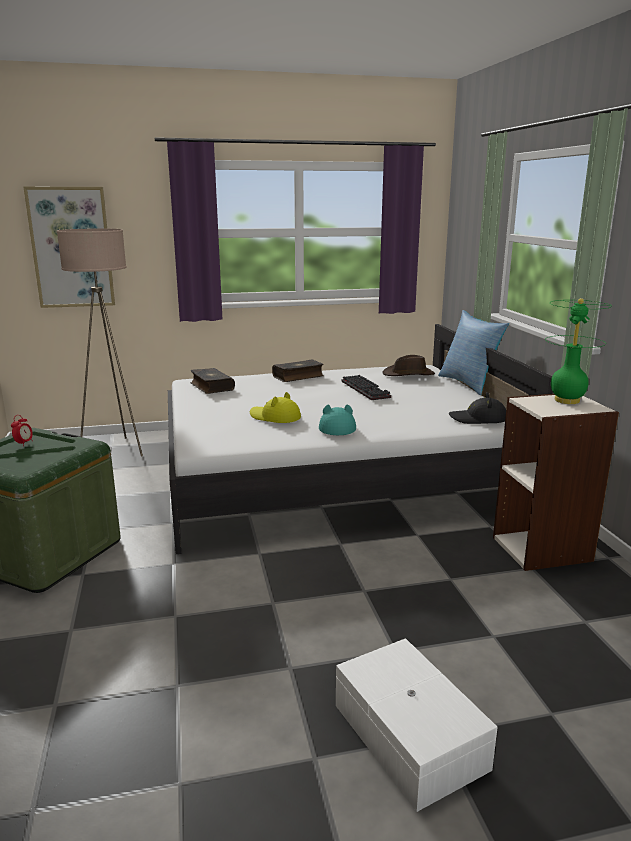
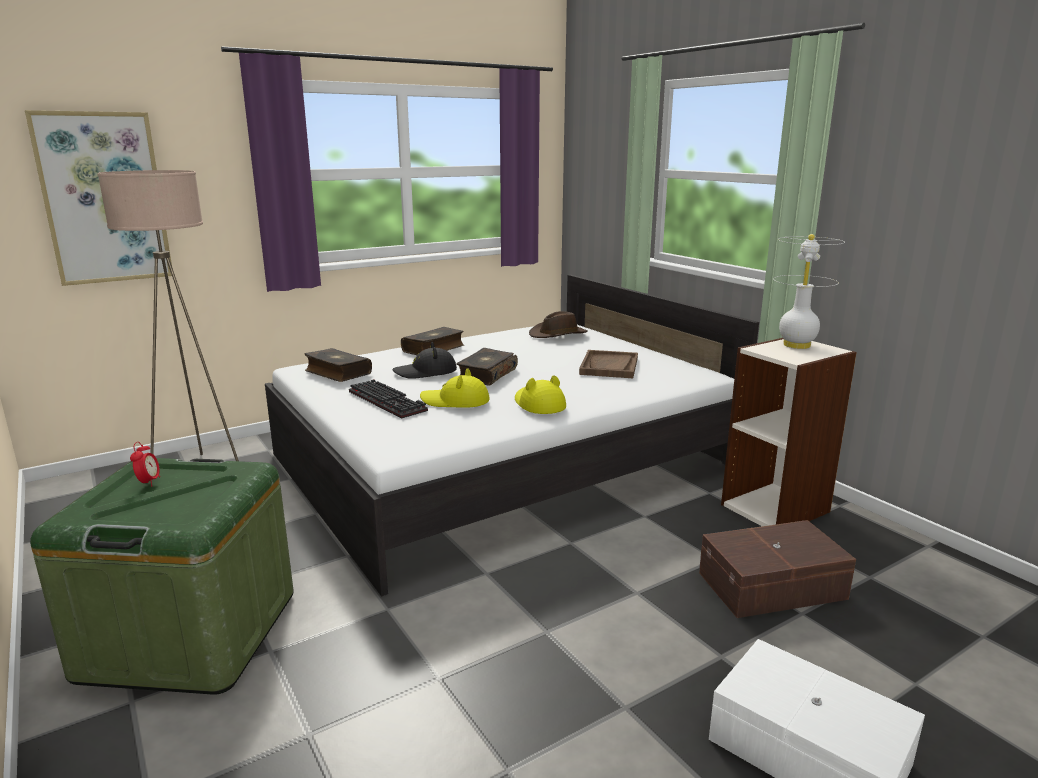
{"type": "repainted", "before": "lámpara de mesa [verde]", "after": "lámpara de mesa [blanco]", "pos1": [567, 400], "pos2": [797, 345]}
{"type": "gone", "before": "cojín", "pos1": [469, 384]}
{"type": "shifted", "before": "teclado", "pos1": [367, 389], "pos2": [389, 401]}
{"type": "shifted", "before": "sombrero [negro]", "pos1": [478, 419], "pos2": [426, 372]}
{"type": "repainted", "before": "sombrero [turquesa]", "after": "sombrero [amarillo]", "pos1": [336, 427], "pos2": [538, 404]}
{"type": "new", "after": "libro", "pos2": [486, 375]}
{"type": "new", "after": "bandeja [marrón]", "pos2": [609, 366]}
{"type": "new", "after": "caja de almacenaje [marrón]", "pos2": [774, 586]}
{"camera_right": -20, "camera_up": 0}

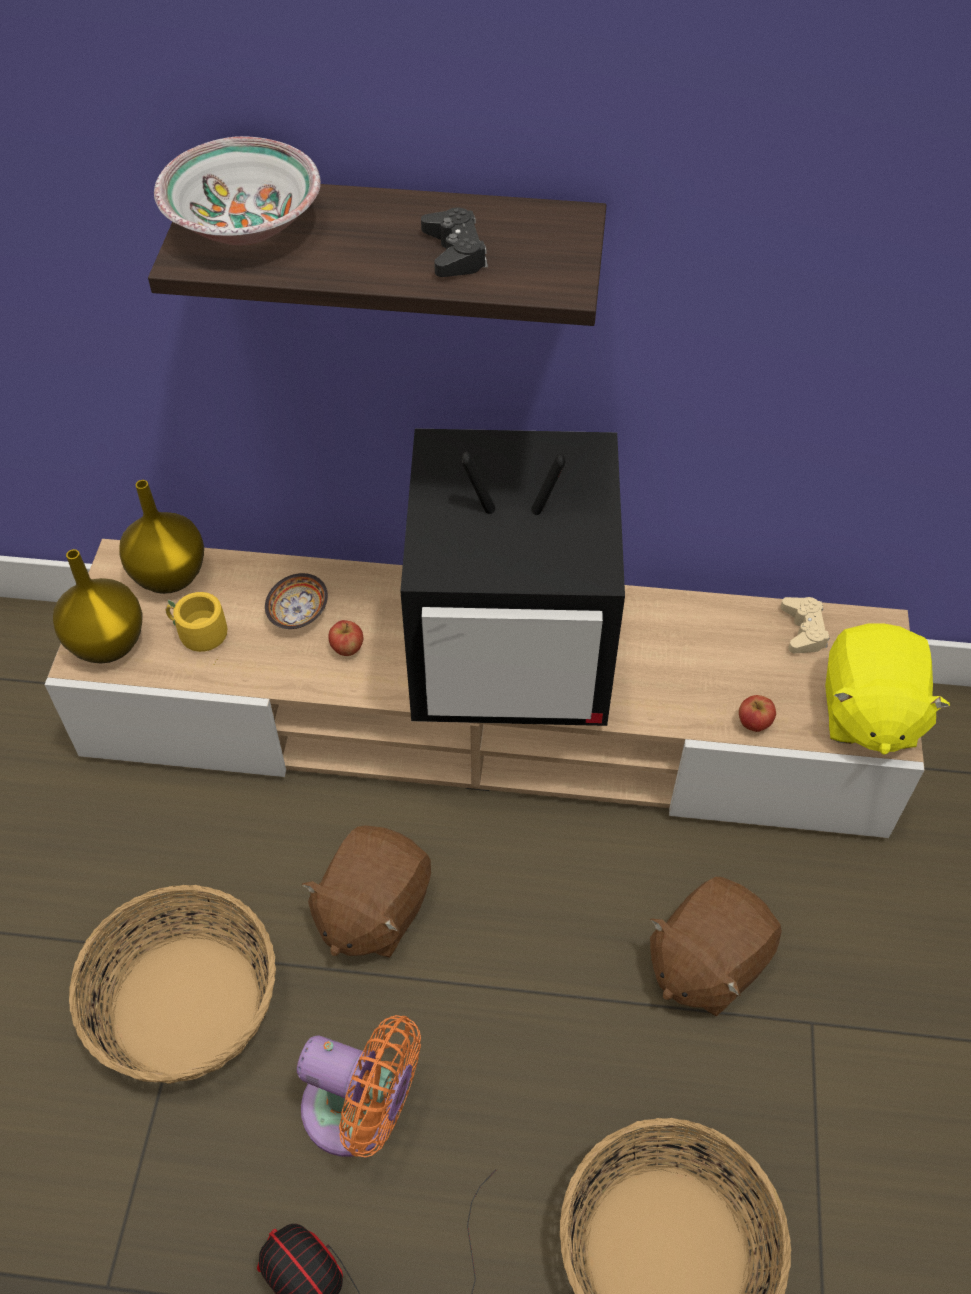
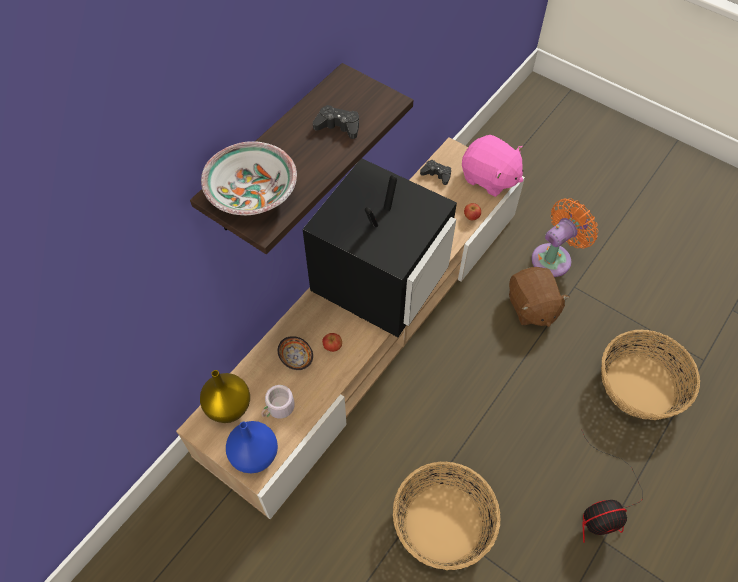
{"type": "repainted", "before": "florero [amarillo]", "after": "florero [azul]", "pos1": [109, 645], "pos2": [256, 455]}
{"type": "repainted", "before": "taza grande [amarillo]", "after": "taza grande [gris]", "pos1": [197, 635], "pos2": [279, 410]}
{"type": "repainted", "before": "mando de consola [beis]", "after": "mando de consola [negro]", "pos1": [803, 630], "pos2": [436, 174]}
{"type": "repainted", "before": "peluche [amarillo]", "after": "peluche [rosa]", "pos1": [867, 713], "pos2": [489, 178]}
{"type": "gone", "before": "peluche [marrón]", "pos1": [372, 910]}
{"type": "shifted", "before": "ventilador [naranja]", "pos1": [360, 1111], "pos2": [554, 258]}
{"camera_right": -60, "camera_up": 5}

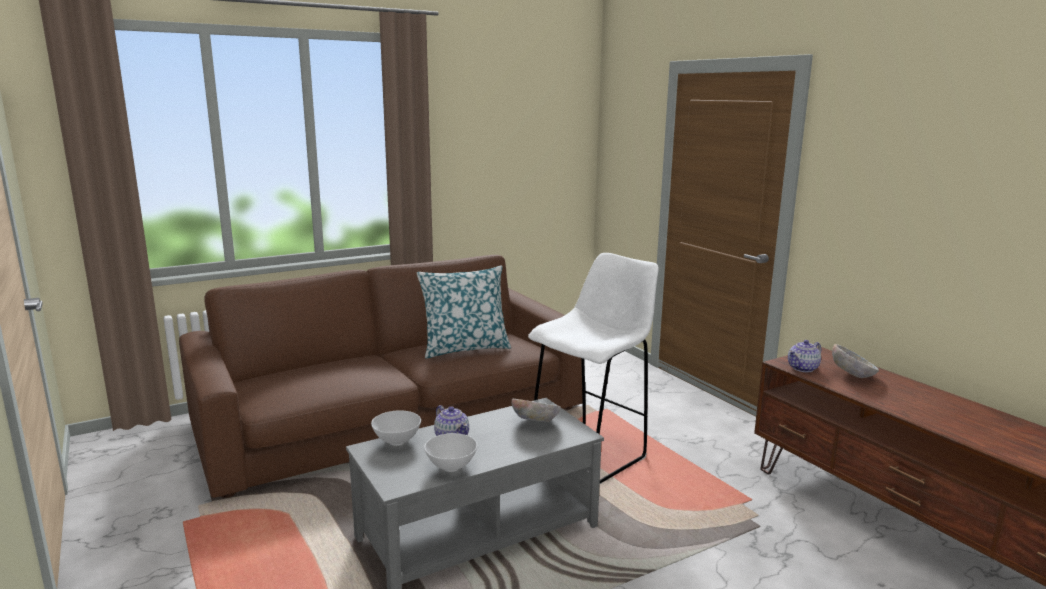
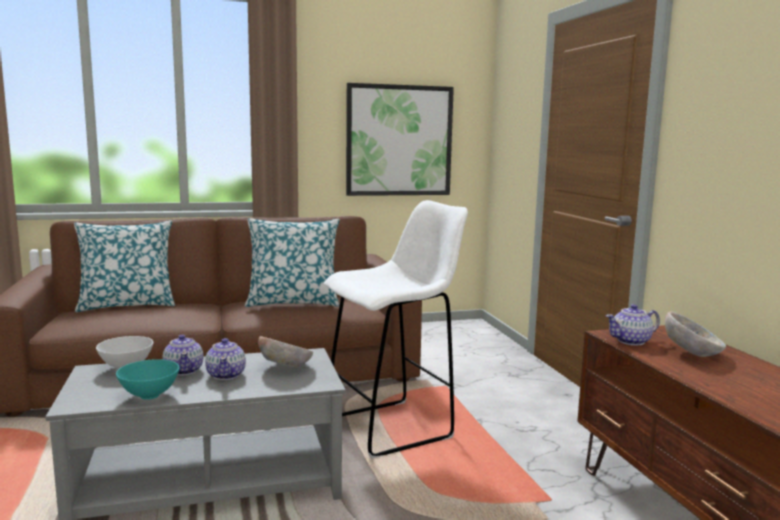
{"type": "repainted", "before": "cuenco [blanco]", "after": "cuenco [turquesa]", "pos1": [452, 467], "pos2": [150, 395]}
{"type": "new", "after": "cuadro", "pos2": [399, 140]}
{"type": "new", "after": "cojín", "pos2": [127, 305]}
{"type": "new", "after": "tetera", "pos2": [226, 375]}
{"camera_right": 15, "camera_up": -5}

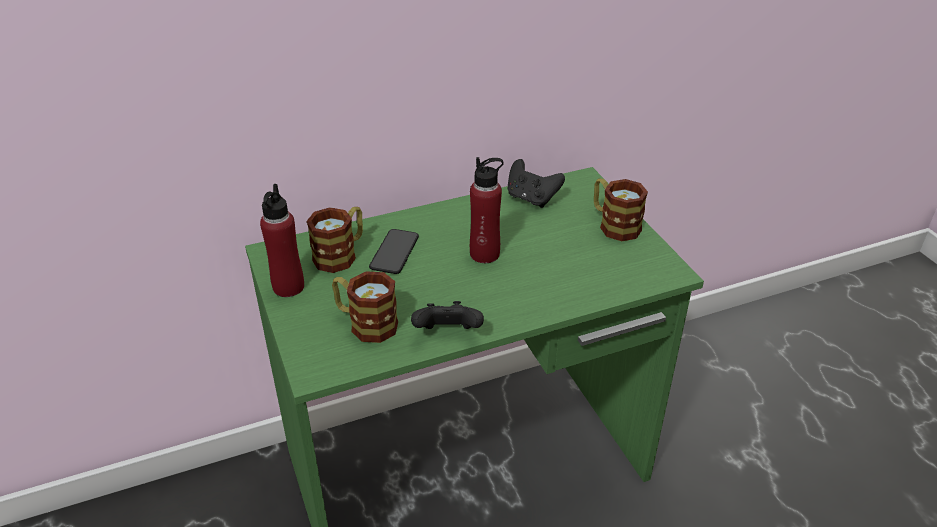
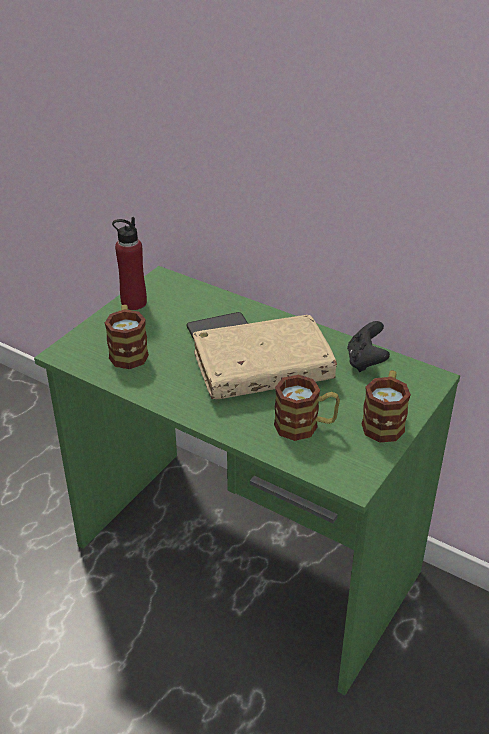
{"type": "swapped", "before": "botella [rojo]", "after": "libro [beis]", "pos1": [485, 254], "pos2": [263, 369]}
{"type": "shifted", "before": "taza grande", "pos1": [341, 254], "pos2": [305, 426]}
{"type": "gone", "before": "mando de consola [negro]", "pos1": [448, 334]}
{"camera_right": 55, "camera_up": 0}

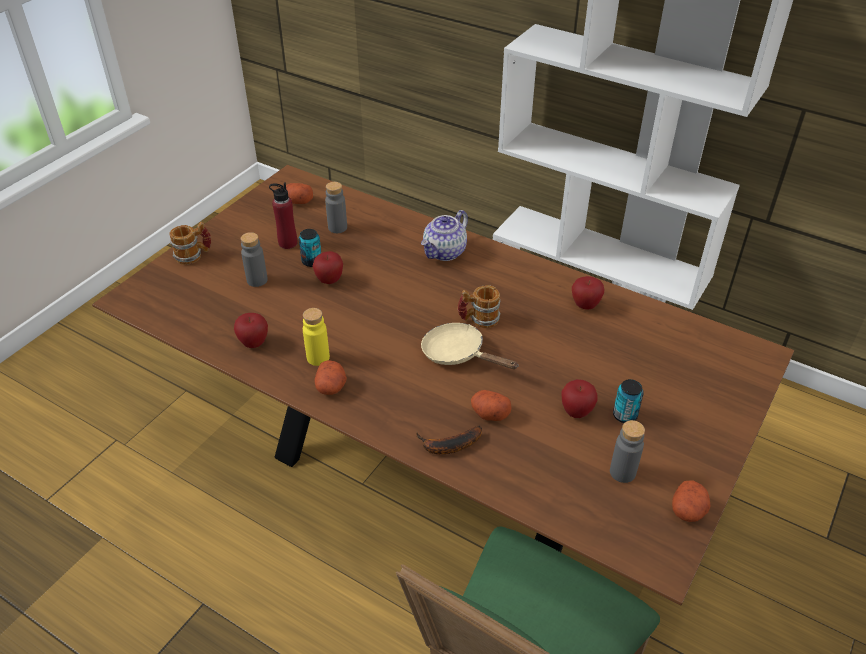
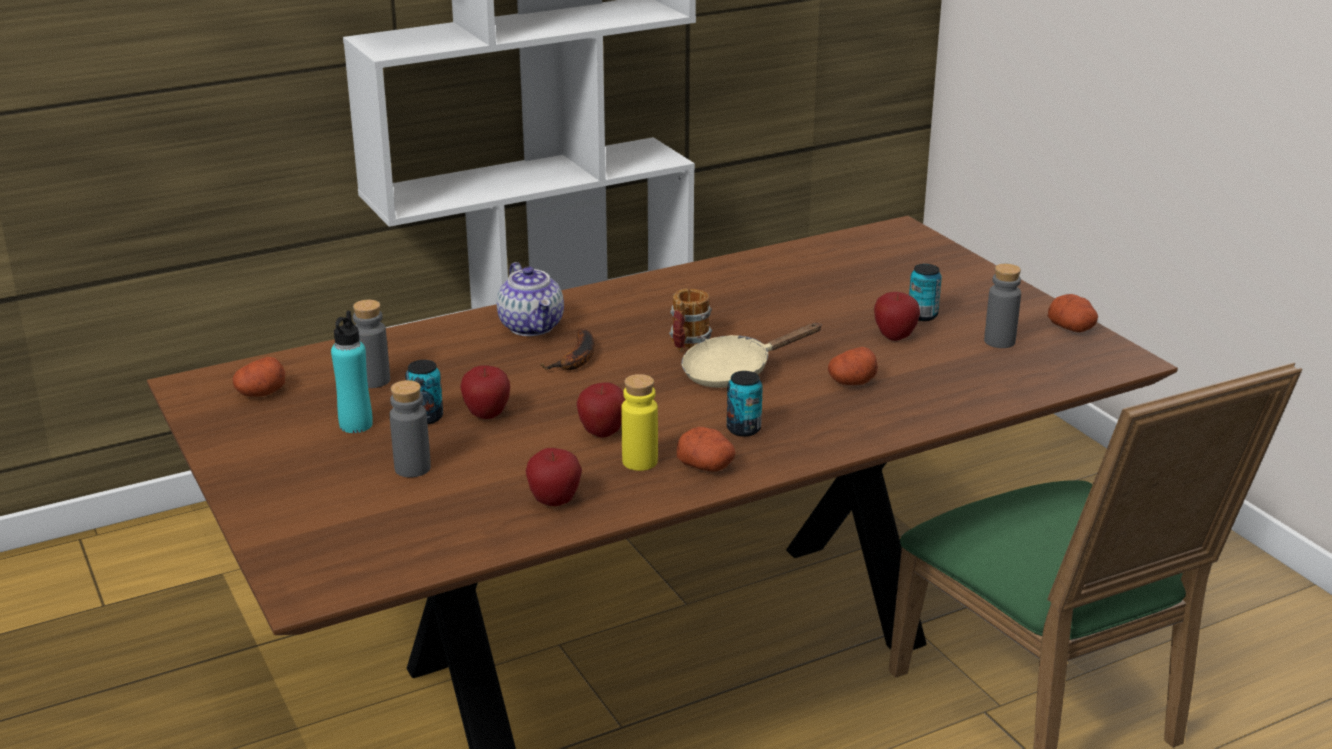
{"type": "repainted", "before": "botella [rojo]", "after": "botella [turquesa]", "pos1": [287, 243], "pos2": [356, 425]}
{"type": "gone", "before": "taza grande", "pos1": [194, 255]}
{"type": "shifted", "before": "manzana", "pos1": [585, 305], "pos2": [602, 433]}
{"type": "shifted", "before": "plátano", "pos1": [448, 446], "pos2": [577, 359]}
{"type": "new", "after": "lata", "pos2": [743, 429]}
{"camera_right": -60, "camera_up": -15}

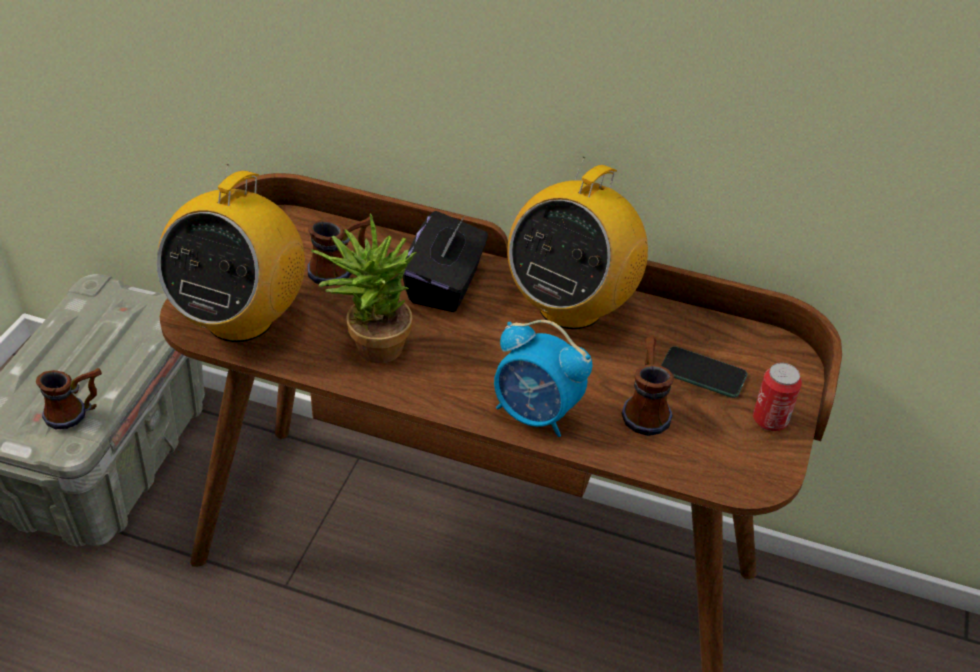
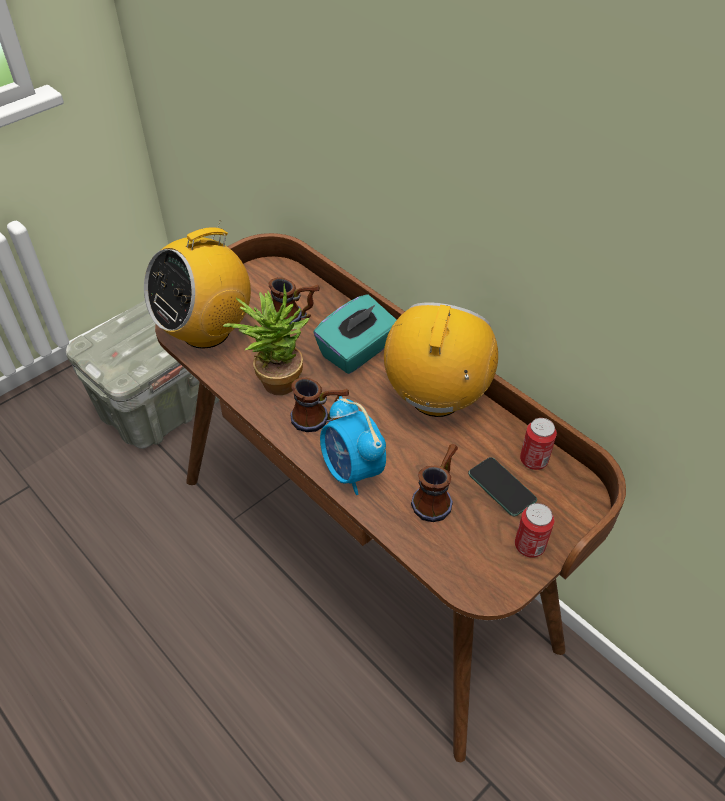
{"type": "rotated", "before": "radio", "pos1": [570, 306], "pos2": [436, 398], "turn": 135}
{"type": "repainted", "before": "caja de pañuelos [negro]", "after": "caja de pañuelos [turquesa]", "pos1": [445, 285], "pos2": [357, 352]}
{"type": "shifted", "before": "taza grande", "pos1": [77, 412], "pos2": [319, 420]}
{"type": "new", "after": "lata", "pos2": [533, 460]}
{"camera_right": 30, "camera_up": 5}

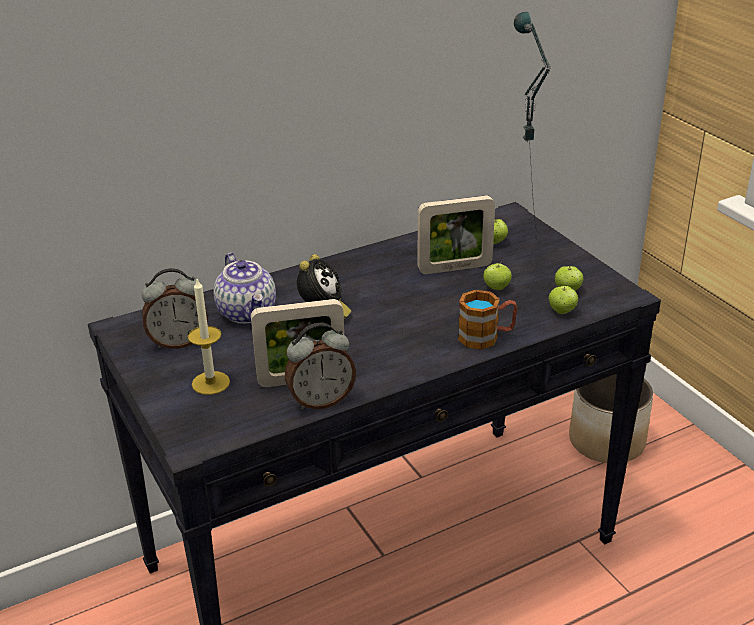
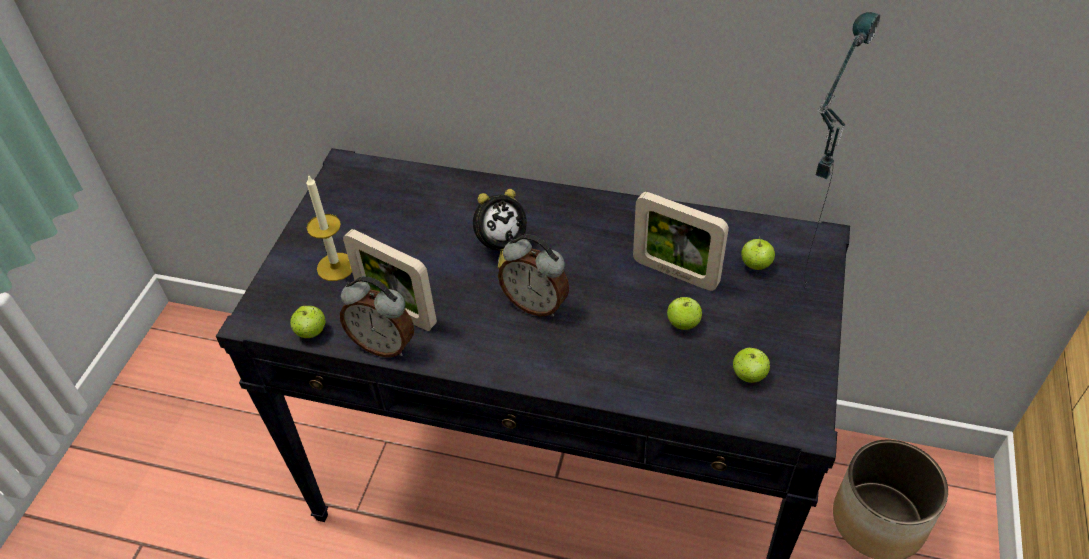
{"type": "gone", "before": "tetera", "pos1": [248, 312]}
{"type": "shifted", "before": "despertador", "pos1": [178, 342], "pos2": [536, 304]}
{"type": "shifted", "before": "manzana", "pos1": [562, 311], "pos2": [311, 332]}
{"type": "gone", "before": "taza grande", "pos1": [486, 337]}
{"camera_right": 45, "camera_up": 15}

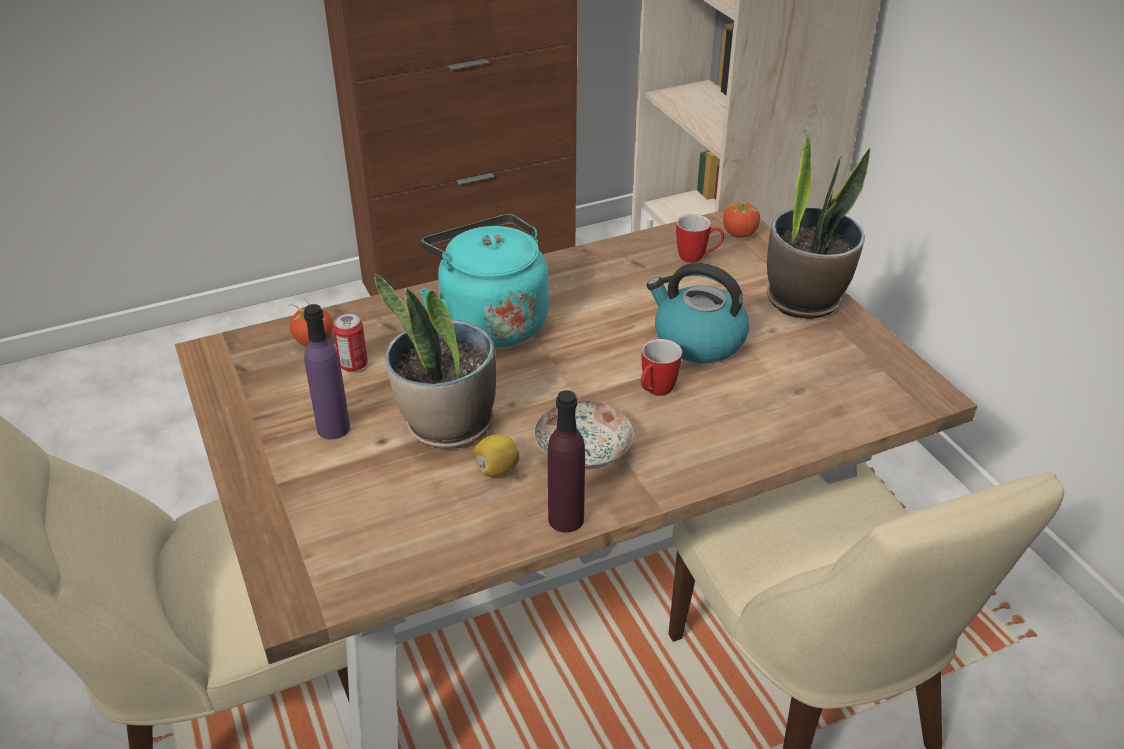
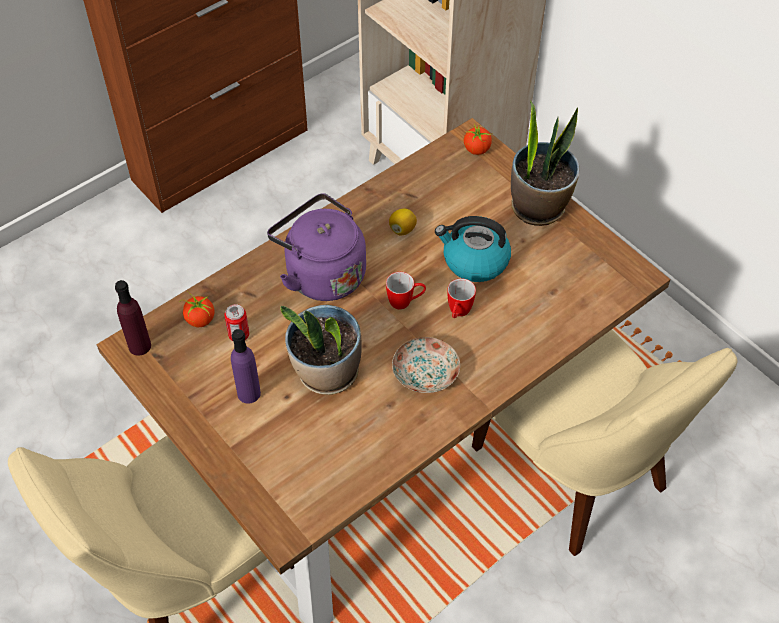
{"type": "repainted", "before": "hervidor [turquesa]", "after": "hervidor [morado]", "pos1": [490, 321], "pos2": [321, 273]}
{"type": "shifted", "before": "taza grande", "pos1": [697, 258], "pos2": [405, 302]}
{"type": "shifted", "before": "botella [morado]", "pos1": [566, 519], "pos2": [139, 346]}
{"type": "shifted", "before": "limón", "pos1": [496, 469], "pos2": [402, 229]}
{"camera_right": -15, "camera_up": 15}

